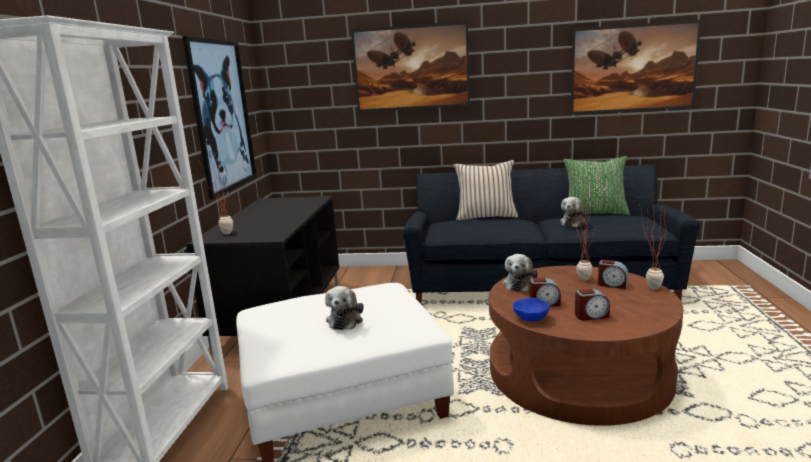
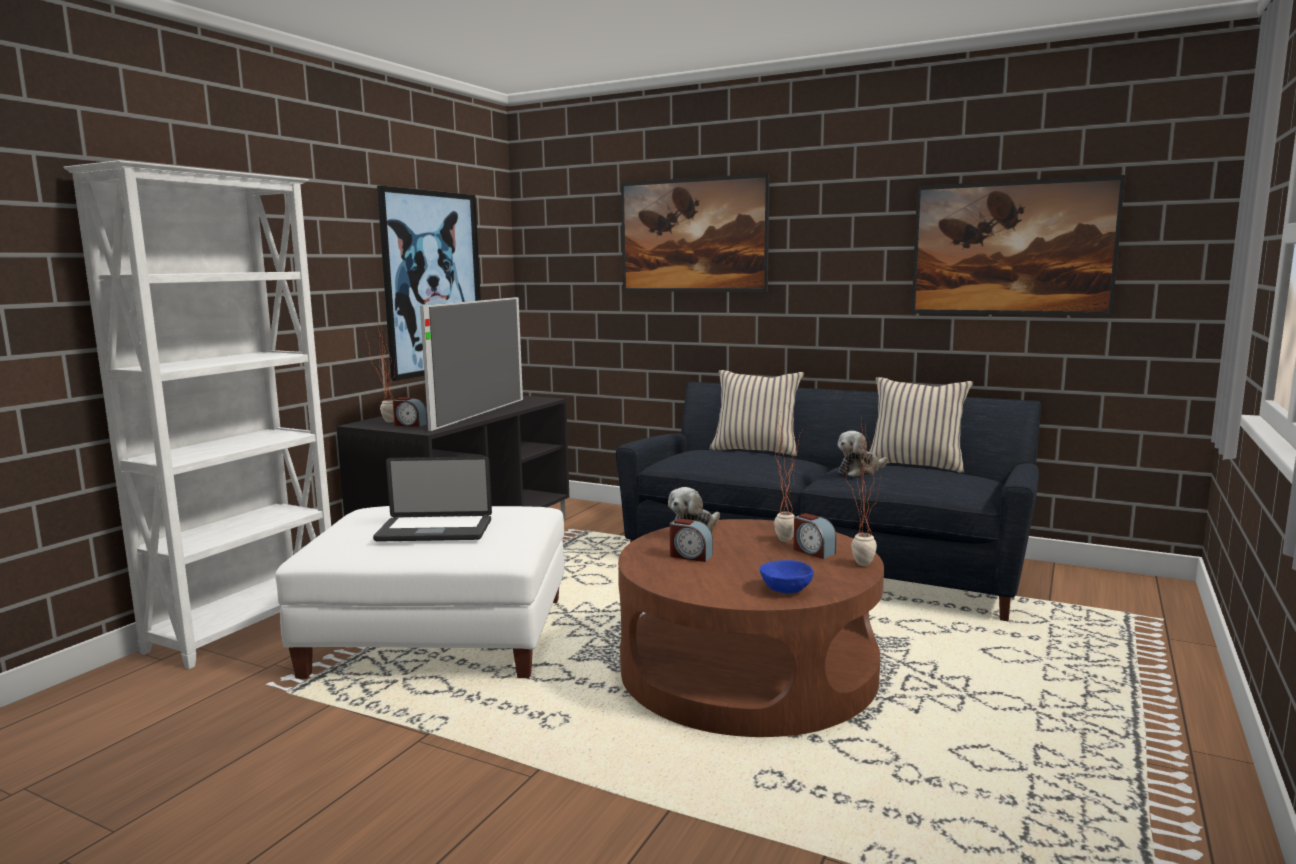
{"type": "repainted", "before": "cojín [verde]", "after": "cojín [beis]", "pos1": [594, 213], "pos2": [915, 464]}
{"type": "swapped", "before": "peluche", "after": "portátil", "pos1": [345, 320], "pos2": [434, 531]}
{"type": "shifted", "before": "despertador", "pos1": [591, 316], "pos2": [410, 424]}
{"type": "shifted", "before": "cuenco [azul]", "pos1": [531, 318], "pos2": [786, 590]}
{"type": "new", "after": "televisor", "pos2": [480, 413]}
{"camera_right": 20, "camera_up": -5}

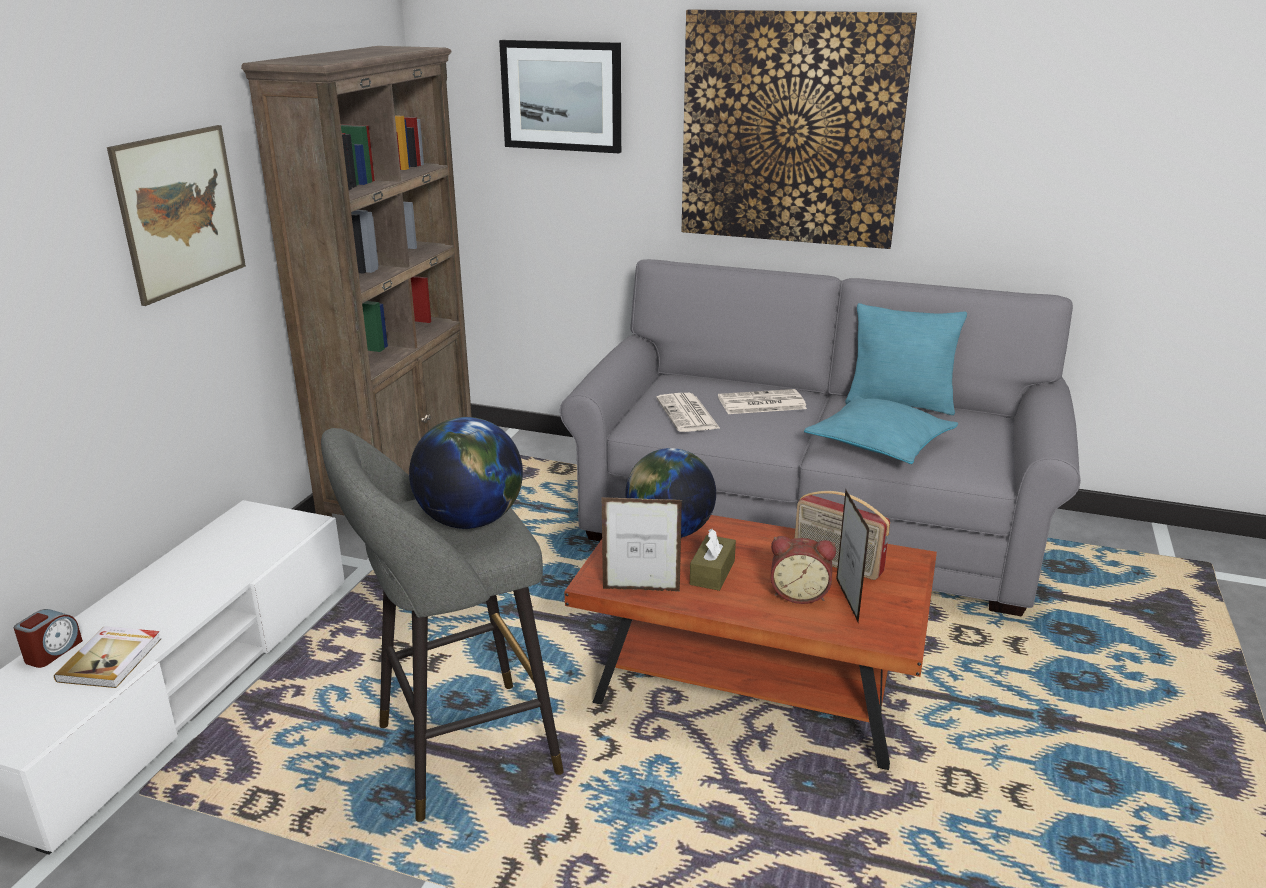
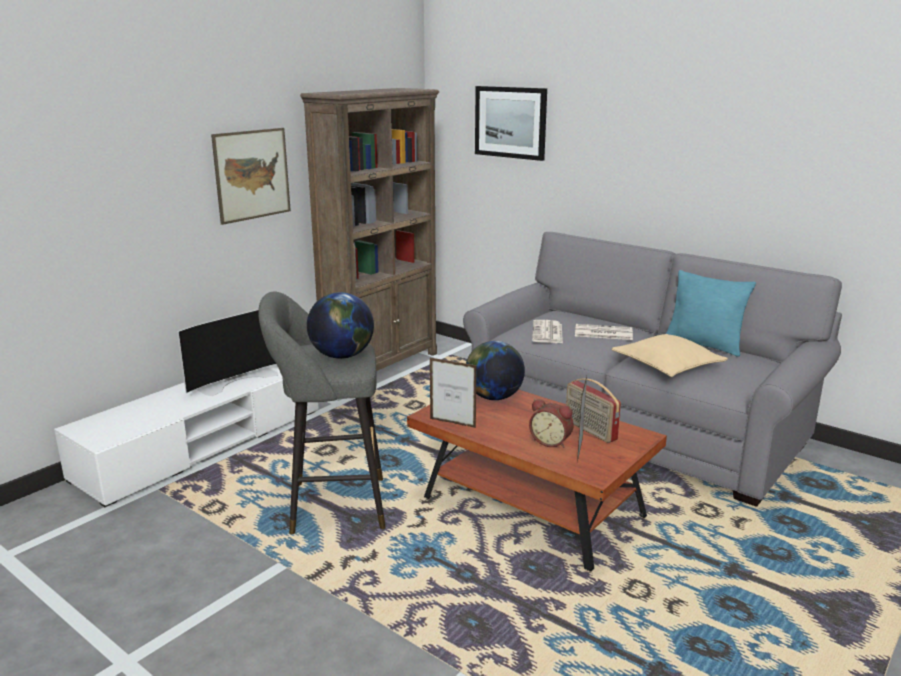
{"type": "gone", "before": "cuadro", "pos1": [791, 130]}
{"type": "repainted", "before": "cojín [turquesa]", "after": "cojín [beis]", "pos1": [879, 443], "pos2": [667, 365]}
{"type": "gone", "before": "caja de pañuelos [marrón]", "pos1": [712, 572]}
{"type": "gone", "before": "despertador", "pos1": [53, 652]}
{"type": "gone", "before": "libro", "pos1": [111, 659]}
{"type": "new", "after": "televisor", "pos2": [237, 379]}
{"camera_right": 20, "camera_up": -5}

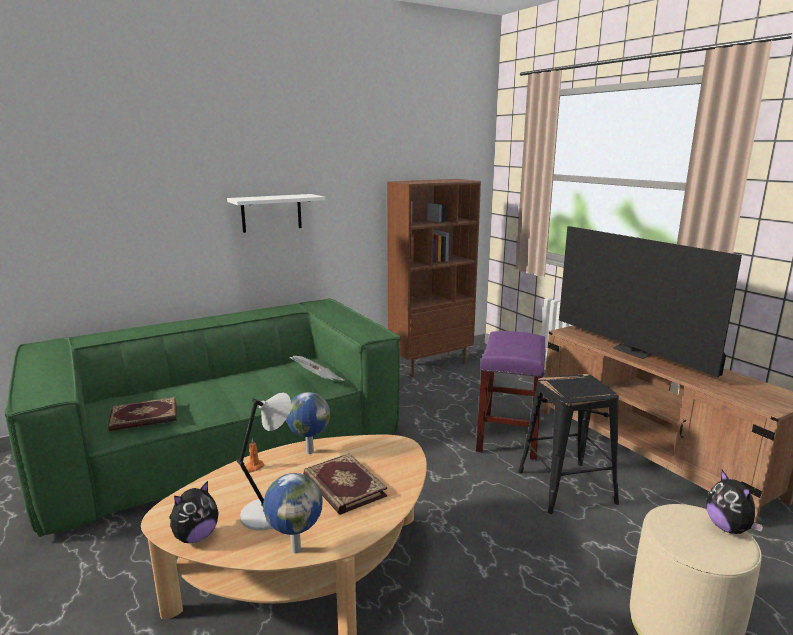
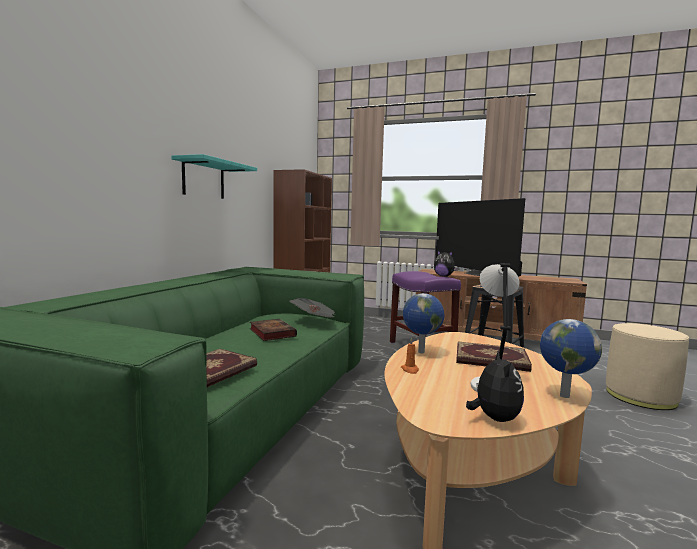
{"type": "repainted", "before": "estante [blanco]", "after": "estante [turquesa]", "pos1": [271, 213], "pos2": [203, 179]}
{"type": "rotated", "before": "televisor", "pos1": [635, 351], "pos2": [476, 274], "turn": 45}
{"type": "shifted", "before": "peluche", "pos1": [728, 528], "pos2": [444, 276]}
{"type": "new", "after": "libro", "pos2": [271, 332]}
{"camera_right": -40, "camera_up": -10}

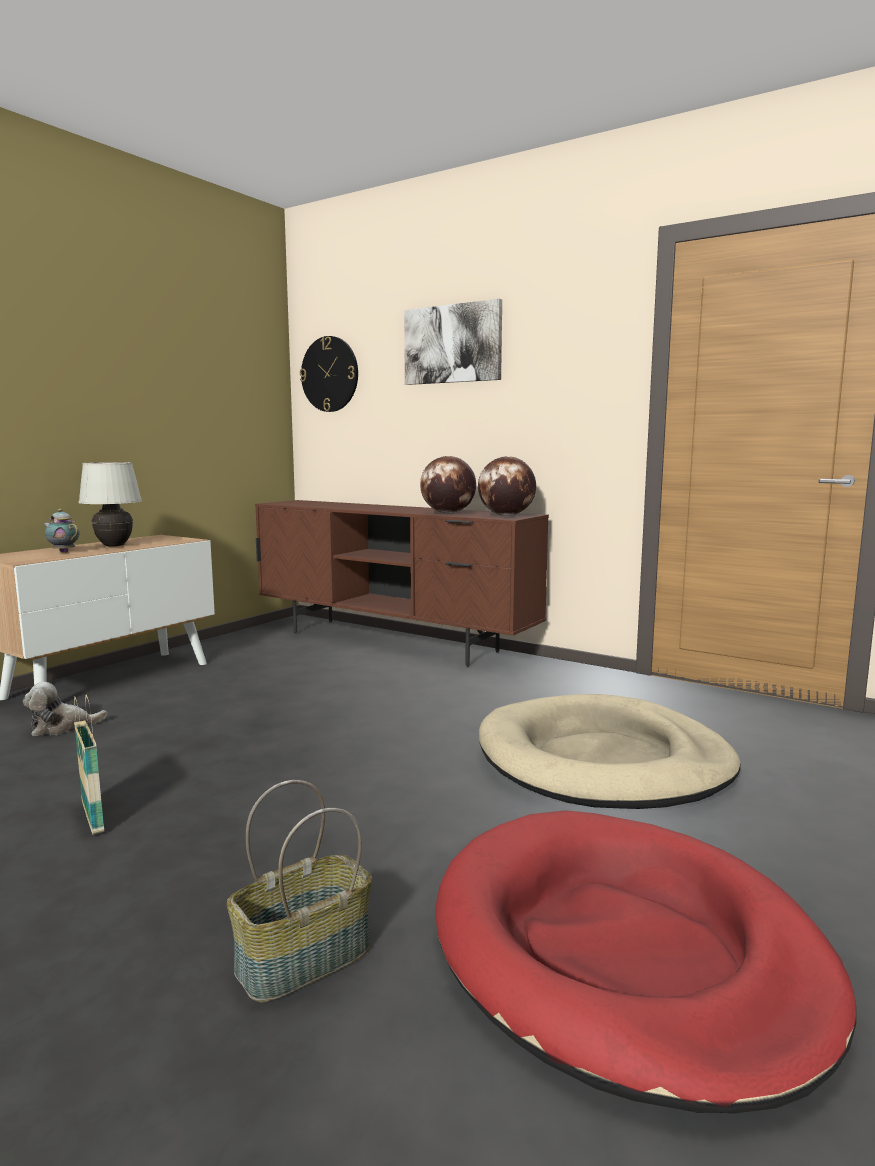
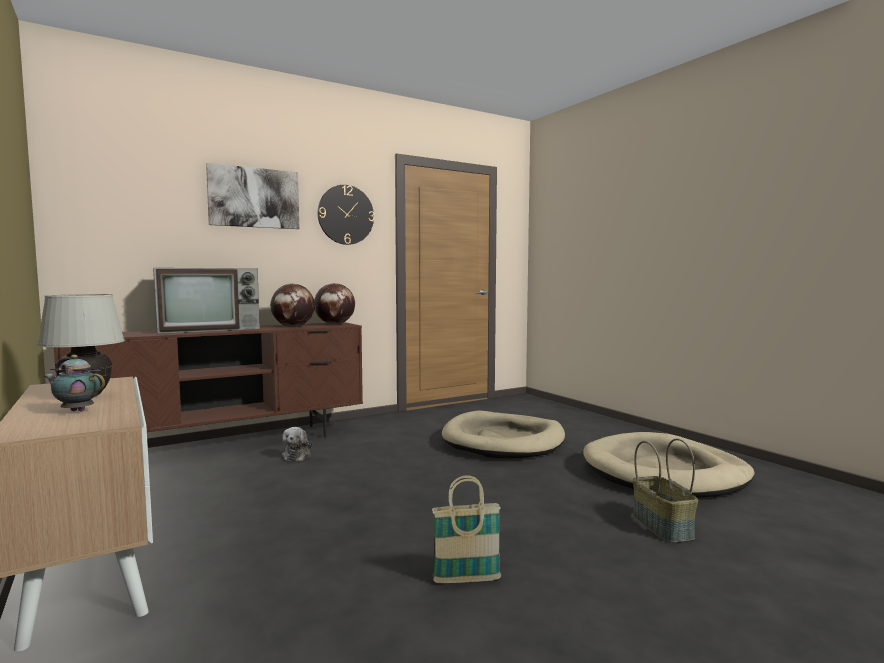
{"type": "shifted", "before": "reloj de pared", "pos1": [330, 374], "pos2": [345, 215]}
{"type": "rotated", "before": "tetera", "pos1": [63, 552], "pos2": [76, 411], "turn": 45}
{"type": "shifted", "before": "peluche", "pos1": [62, 727], "pos2": [297, 455]}
{"type": "repainted", "before": "cama para perro [rojo]", "after": "cama para perro [beis]", "pos1": [625, 953], "pos2": [664, 472]}
{"type": "new", "after": "televisor", "pos2": [211, 329]}
{"camera_right": -65, "camera_up": -5}

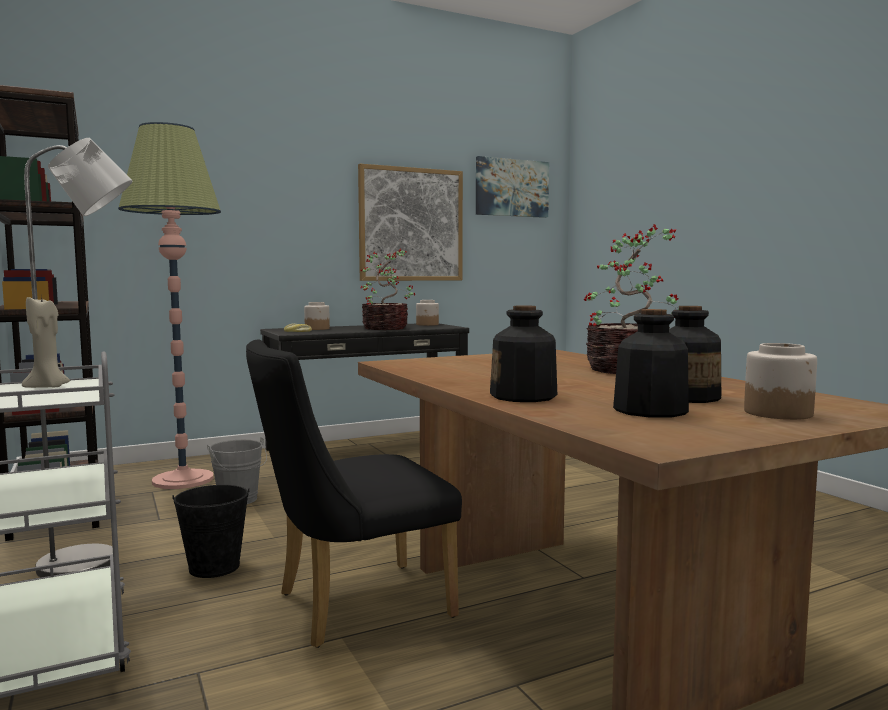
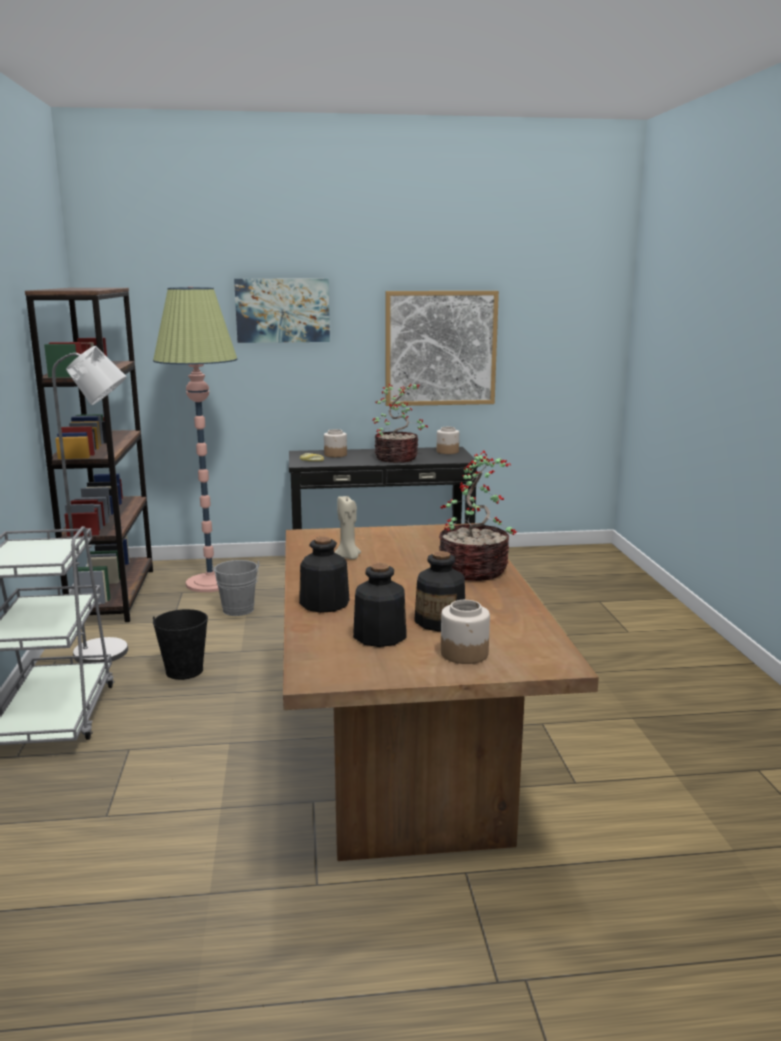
{"type": "shifted", "before": "cuadro", "pos1": [511, 188], "pos2": [282, 310]}
{"type": "shifted", "before": "vela [beis]", "pos1": [48, 387], "pos2": [348, 557]}
{"type": "gone", "before": "silla [negro]", "pos1": [351, 607]}
{"camera_right": 20, "camera_up": 10}

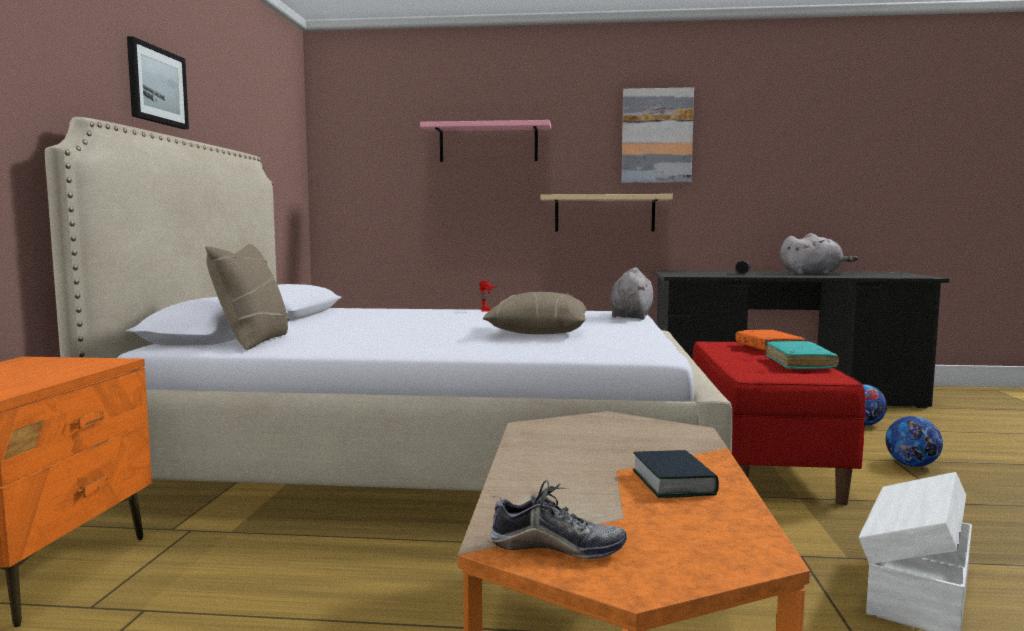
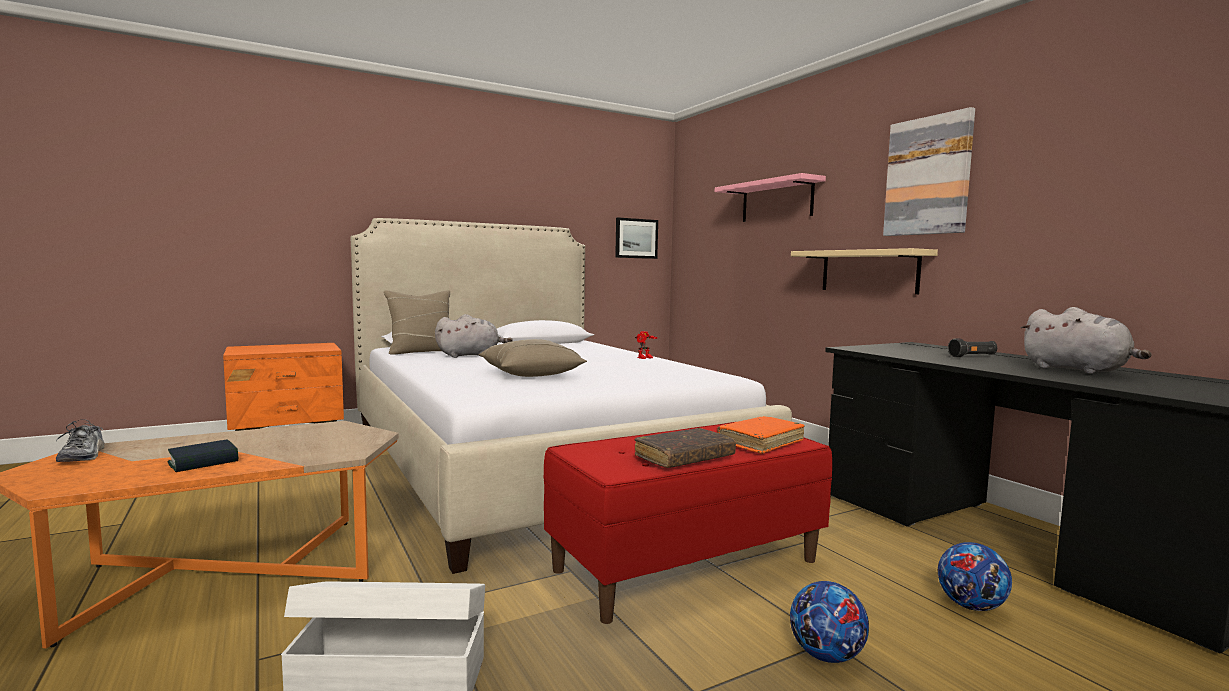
{"type": "shifted", "before": "cuadro", "pos1": [157, 86], "pos2": [636, 238]}
{"type": "shifted", "before": "peluche [gris]", "pos1": [631, 316], "pos2": [471, 355]}
{"type": "repainted", "before": "libro [turquesa]", "after": "libro [marrón]", "pos1": [800, 363], "pos2": [684, 458]}
{"camera_right": 55, "camera_up": 0}

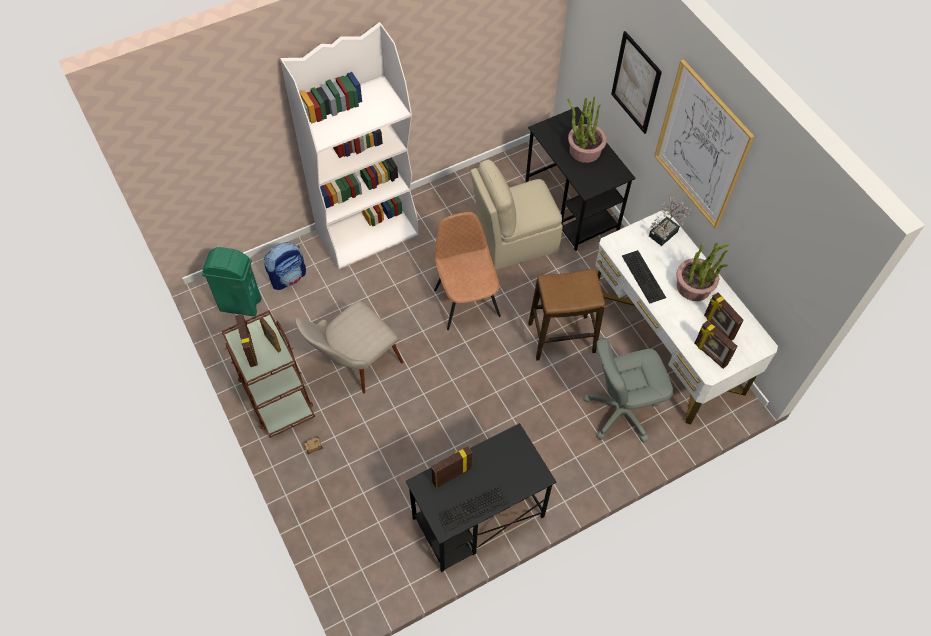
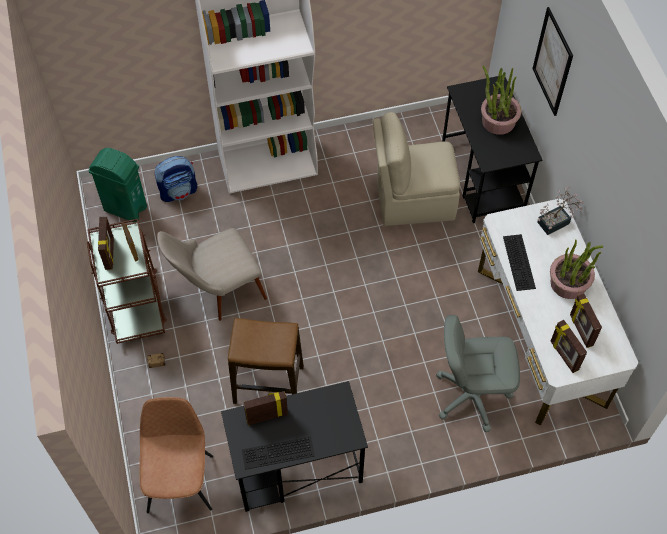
{"type": "gone", "before": "cuadro", "pos1": [701, 146]}
{"type": "shifted", "before": "silla [marrón]", "pos1": [466, 301], "pos2": [180, 481]}
{"type": "shifted", "before": "taburete", "pos1": [561, 338], "pos2": [269, 385]}
{"camera_right": 15, "camera_up": 0}

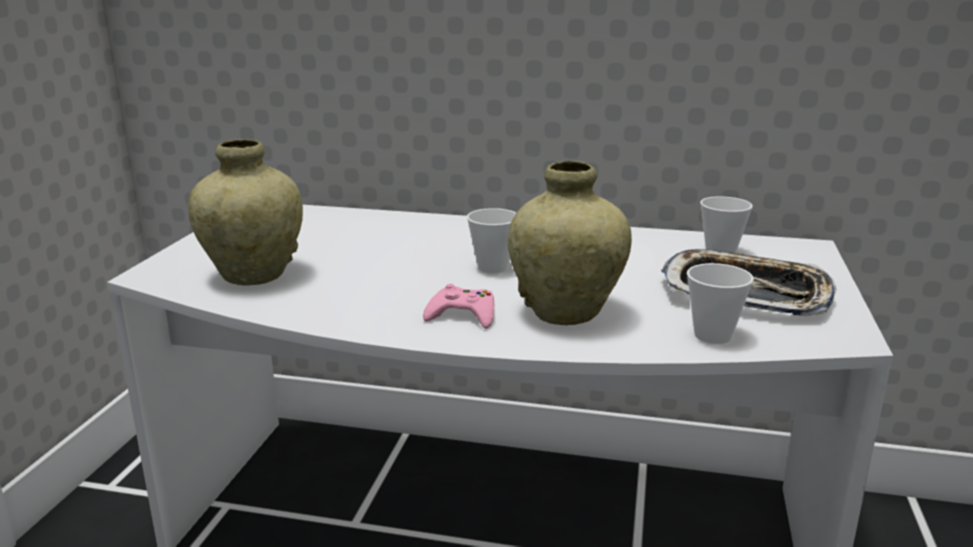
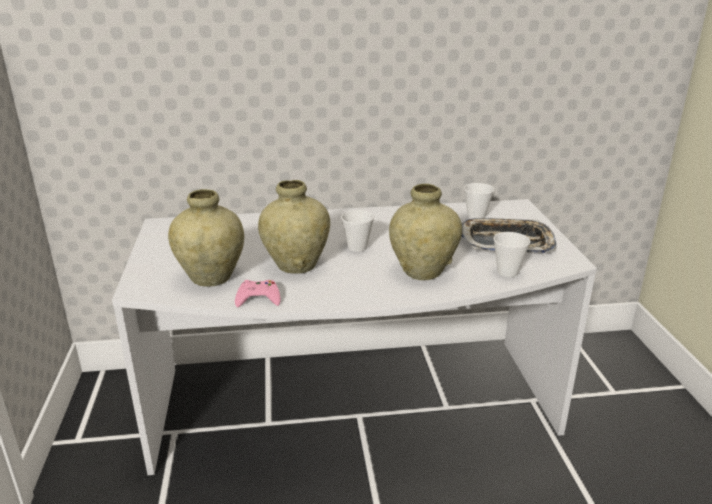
{"type": "shifted", "before": "mando de consola [rosa]", "pos1": [463, 315], "pos2": [258, 298]}
{"type": "new", "after": "florero [beis]", "pos2": [296, 265]}
{"camera_right": -20, "camera_up": 5}

